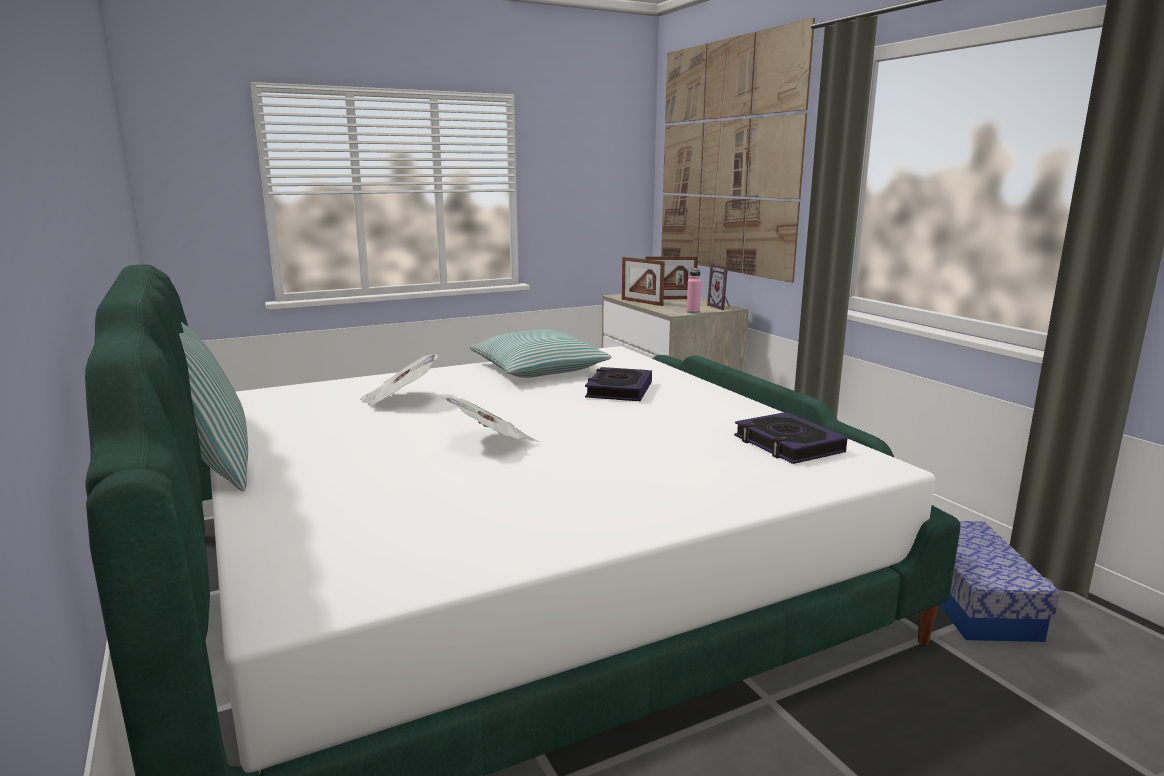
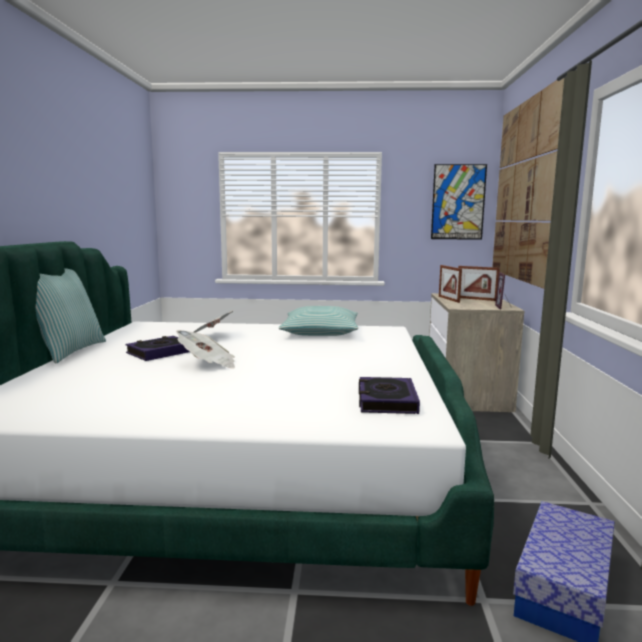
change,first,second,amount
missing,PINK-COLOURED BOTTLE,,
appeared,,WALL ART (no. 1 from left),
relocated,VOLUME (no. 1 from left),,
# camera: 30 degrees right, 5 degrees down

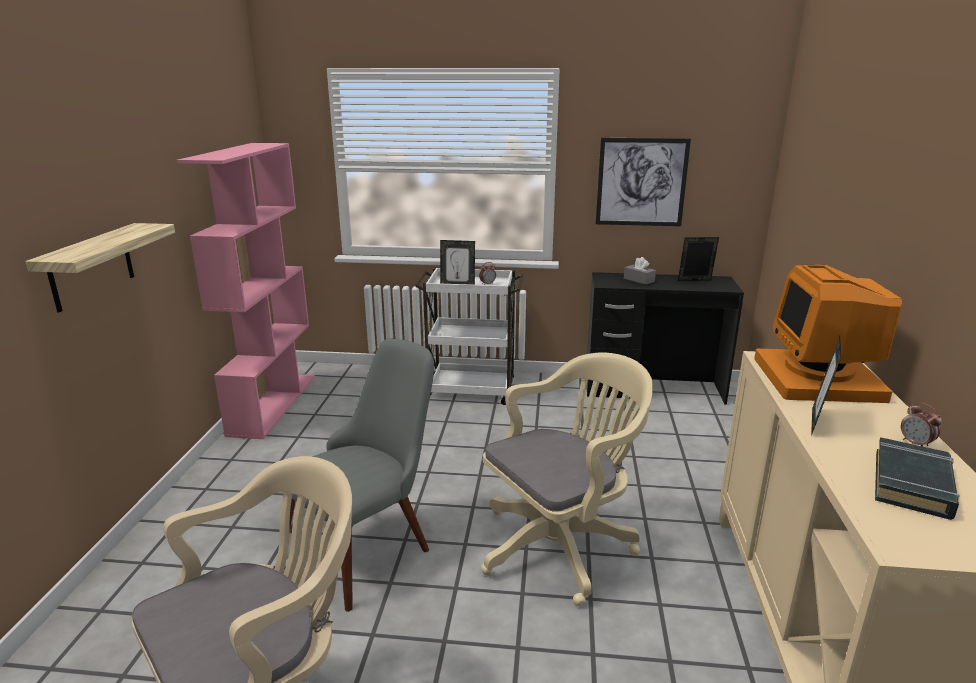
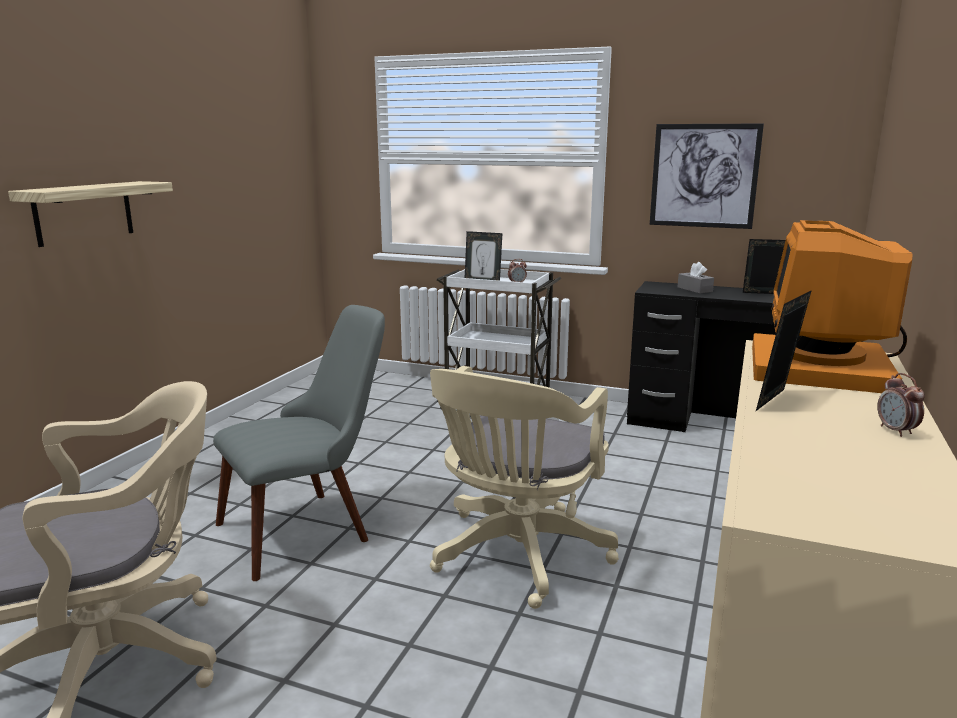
change,first,second,amount
missing,PINK-COLOURED SHELVING UNIT,,
missing,BLACKISH VOLUME,,
spun,SAND-COLOURED OFFICE CHAIR (no. 2 from left),,135 degrees clockwise
# camera: 15 degrees right, 5 degrees down

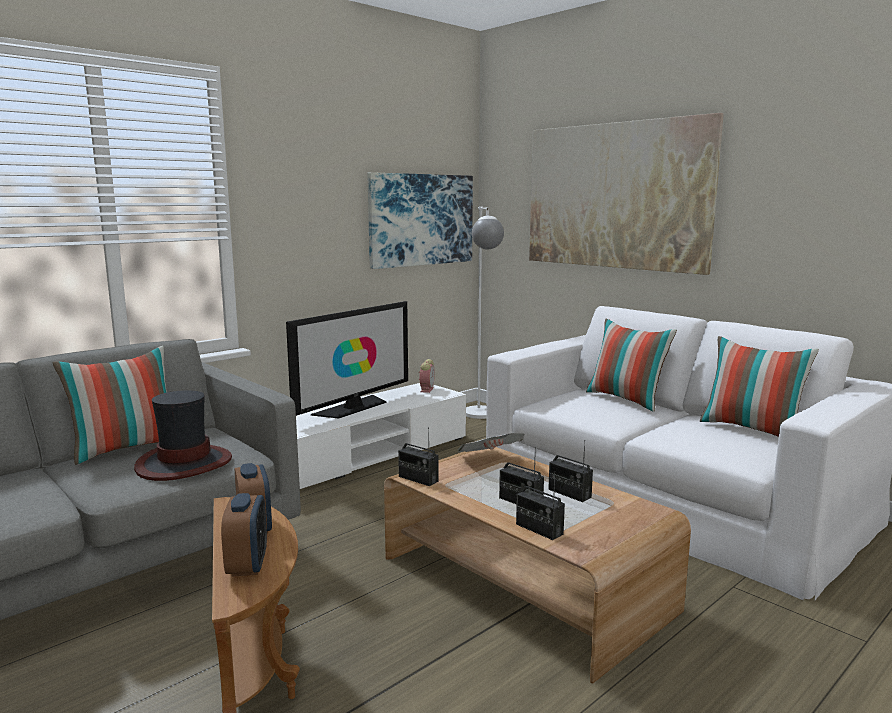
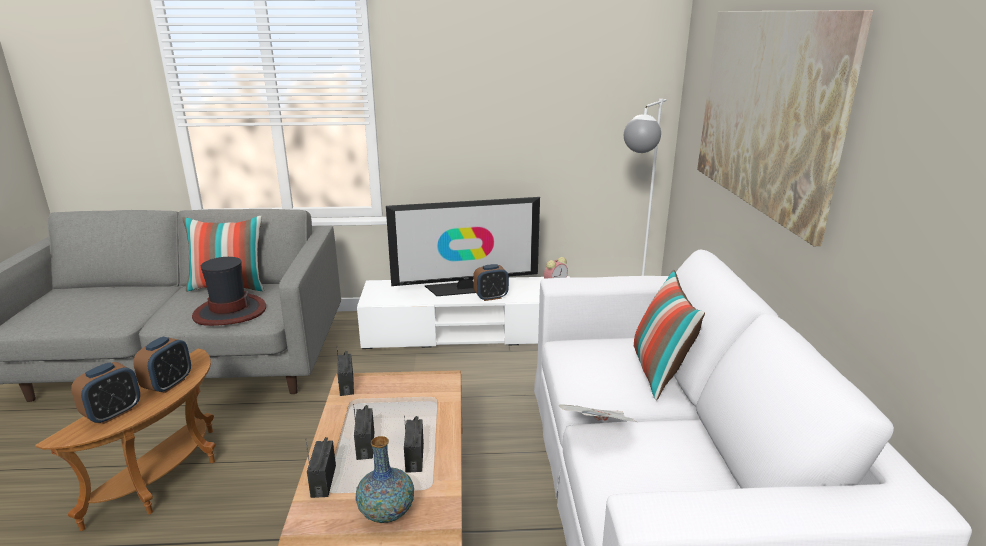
change,first,second,amount
missing,WALL ART (no. 1 from left),,
missing,CUSHION (no. 3 from left),,
appeared,,VASE,
appeared,,ALARM CLOCK (no. 3 from left),
relocated,PRINTED PAPER,,
# camera: 40 degrees right, 10 degrees up

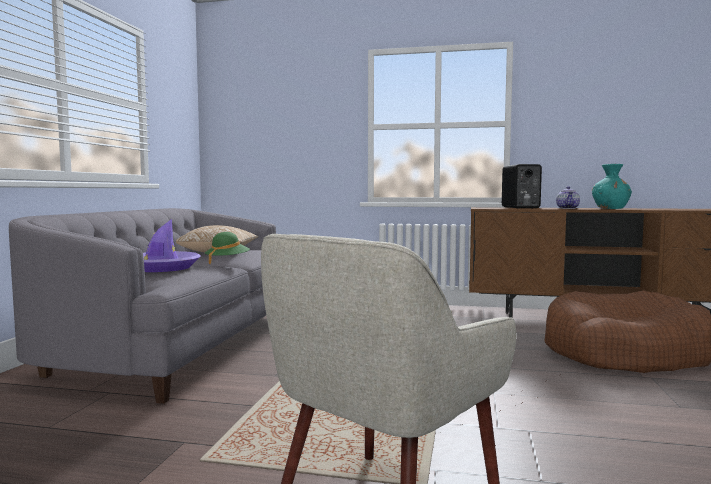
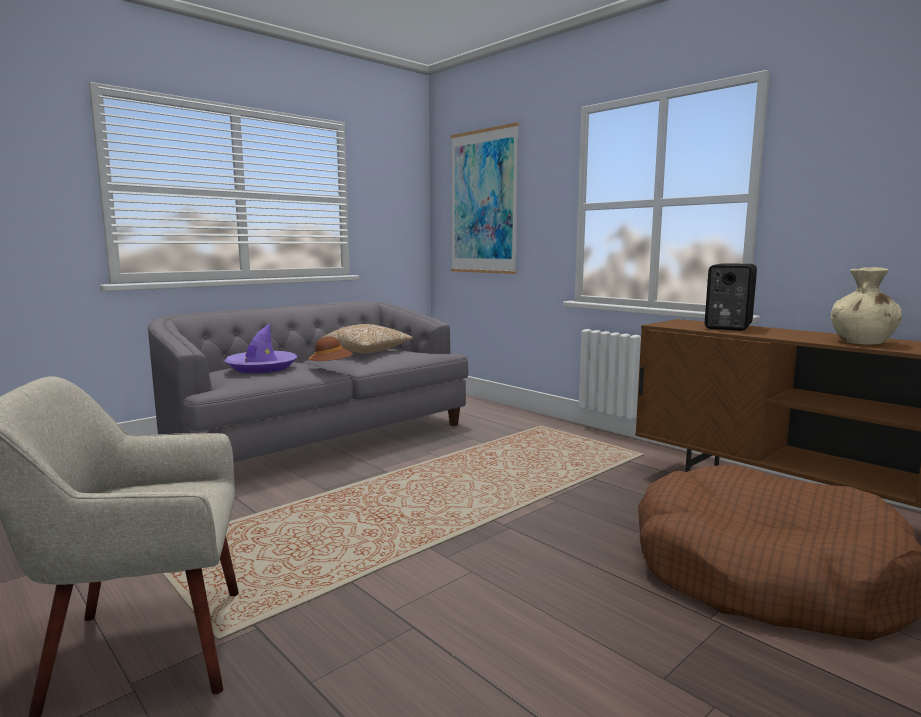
change,first,second,amount
missing,POT FOR TEA,,
appeared,,WALL ART,
colour,GREEN-COLOURED HAT,BROWNISH HAT,
colour,TURQUOISE VASE,SAND-COLOURED VASE,
# camera: 35 degrees right, 5 degrees up

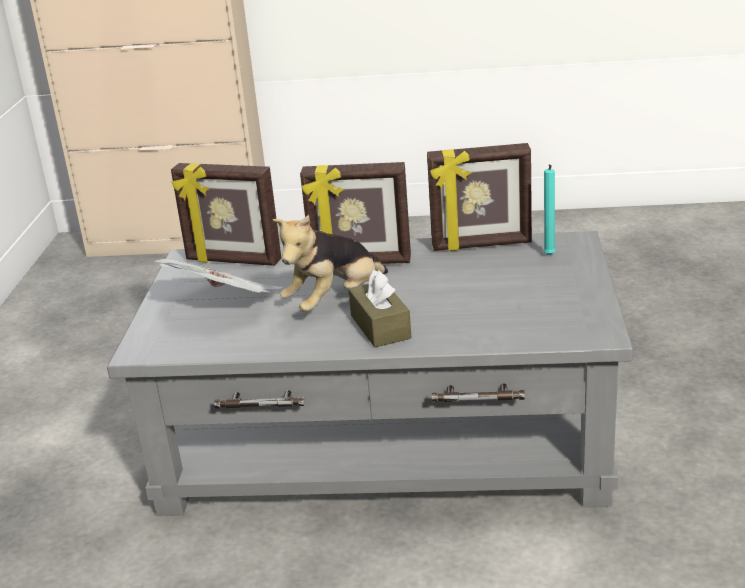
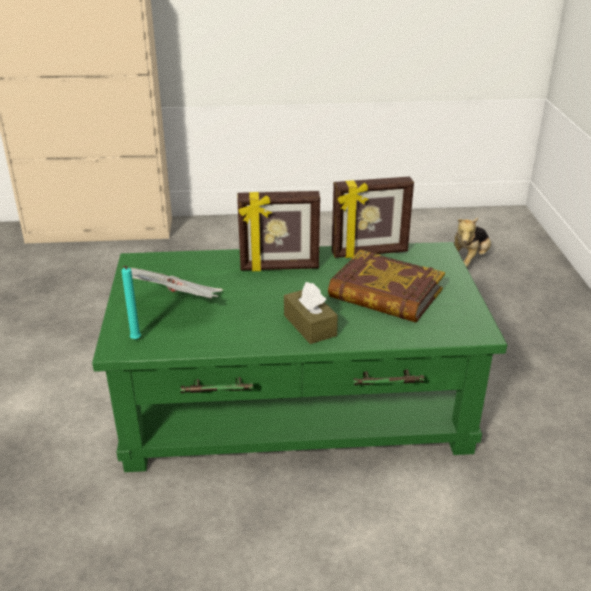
change,first,second,amount
missing,PICTURE FRAME (no. 1 from left),,
appeared,,VOLUME,
relocated,PLUSH TOY,,
relocated,TURQUOISE WAX CANDLE,,
colour,GRAY LOW TABLE,GREEN-COLOURED LOW TABLE,
# camera: 10 degrees left, 5 degrees up

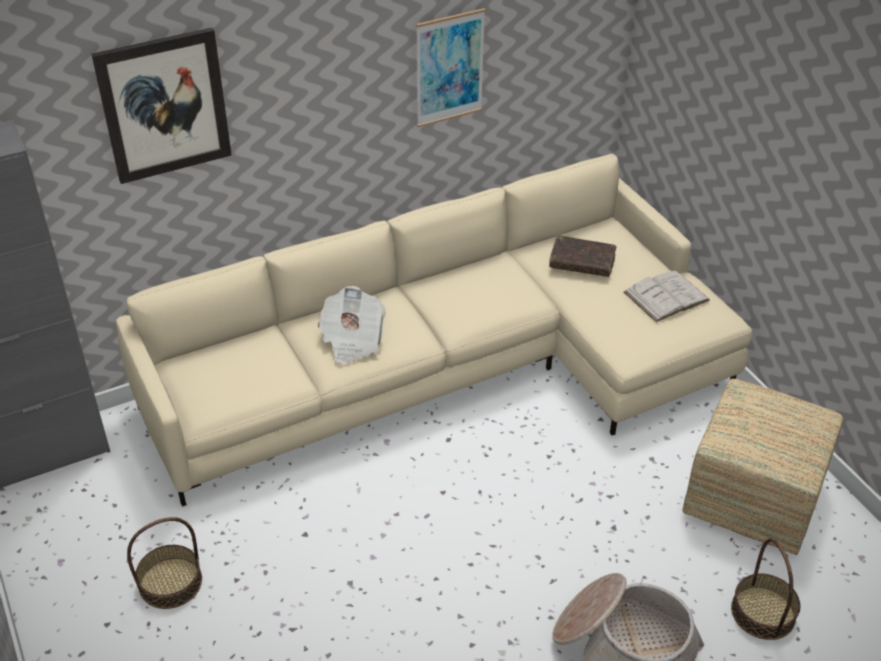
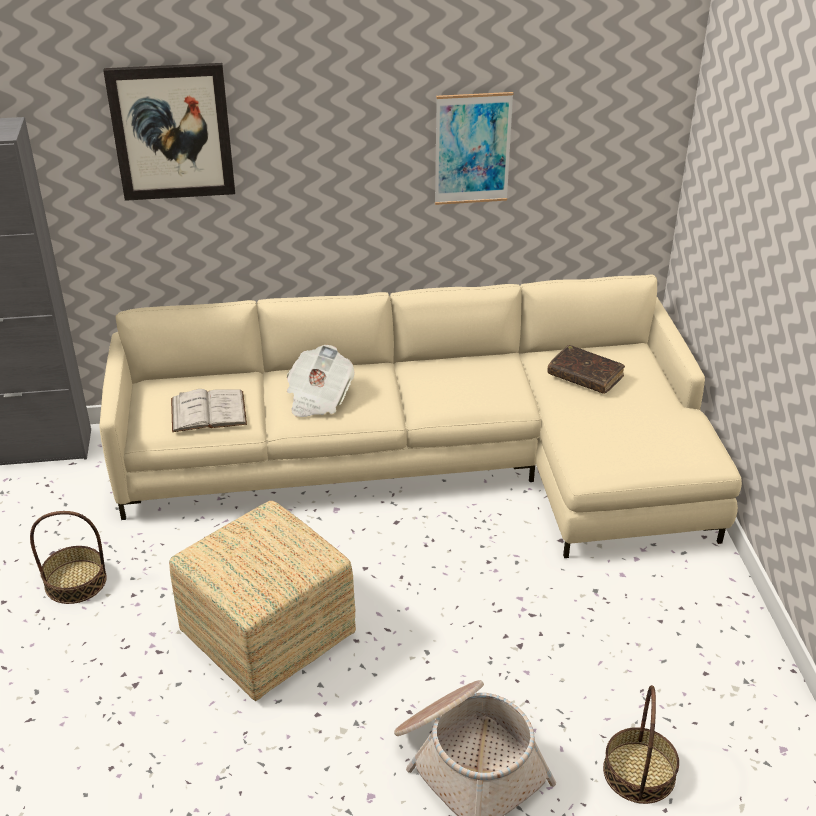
change,first,second,amount
relocated,WHITISH VOLUME,,
relocated,OTTOMAN,,
# camera: 20 degrees right, 5 degrees down

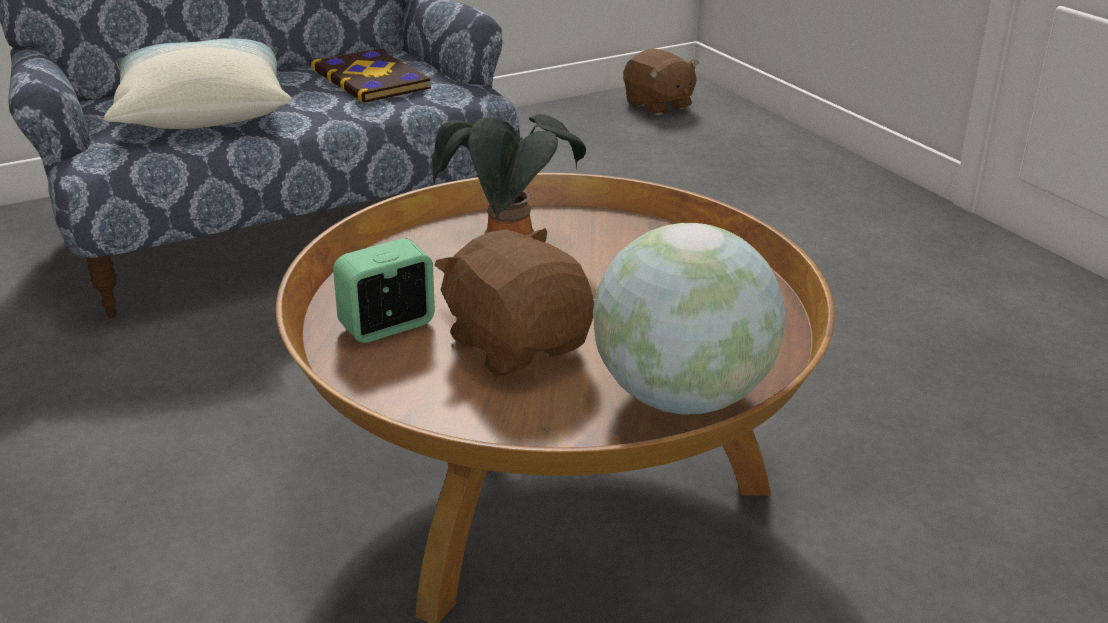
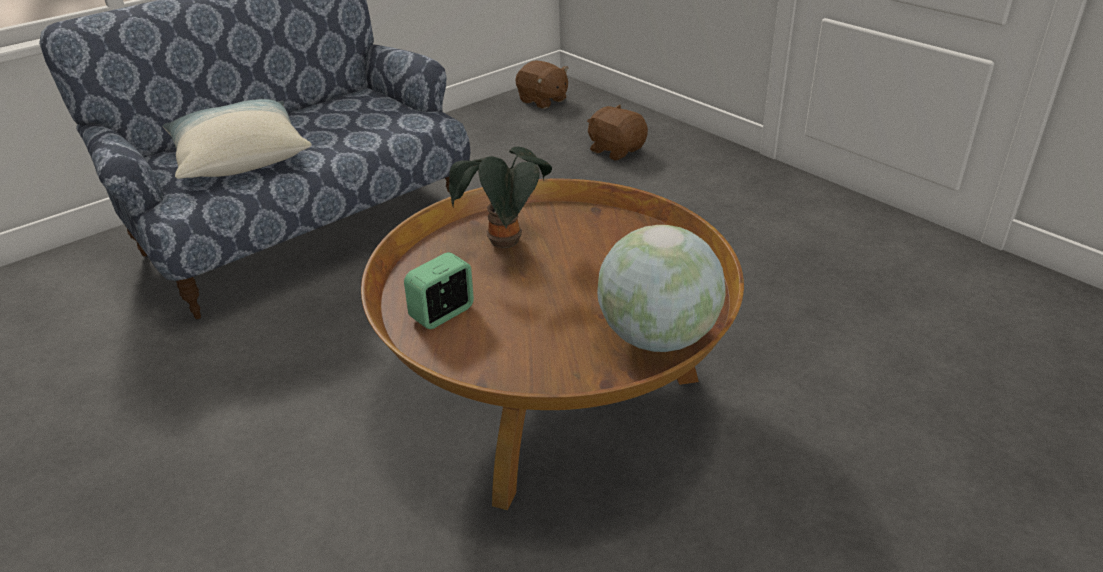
change,first,second,amount
missing,VOLUME,,
relocated,BROWNISH PLUSH TOY (no. 1 from left in the first image),BROWNISH PLUSH TOY (no. 2 from left),
# camera: 10 degrees left, 5 degrees up

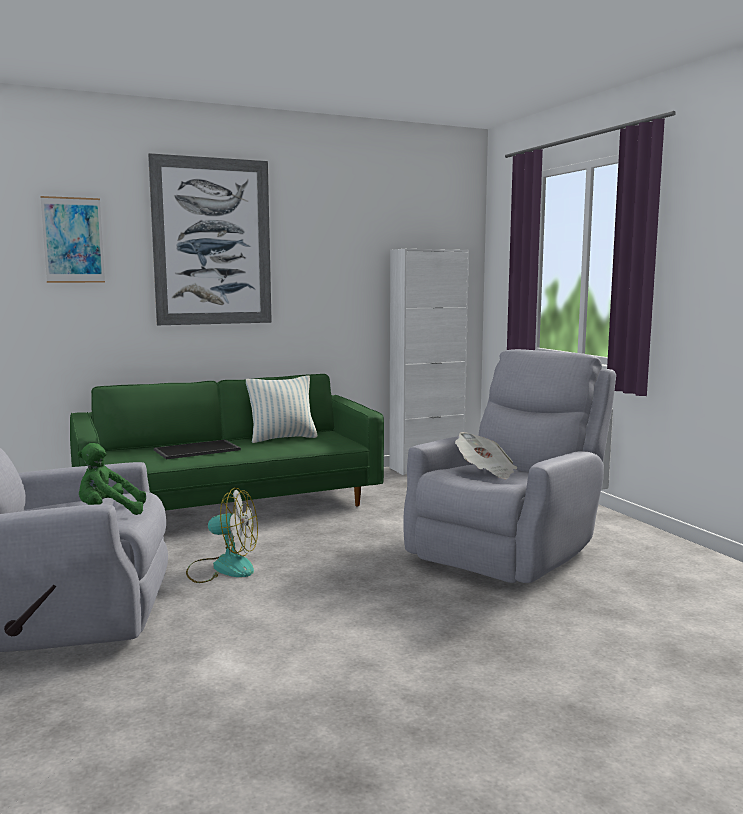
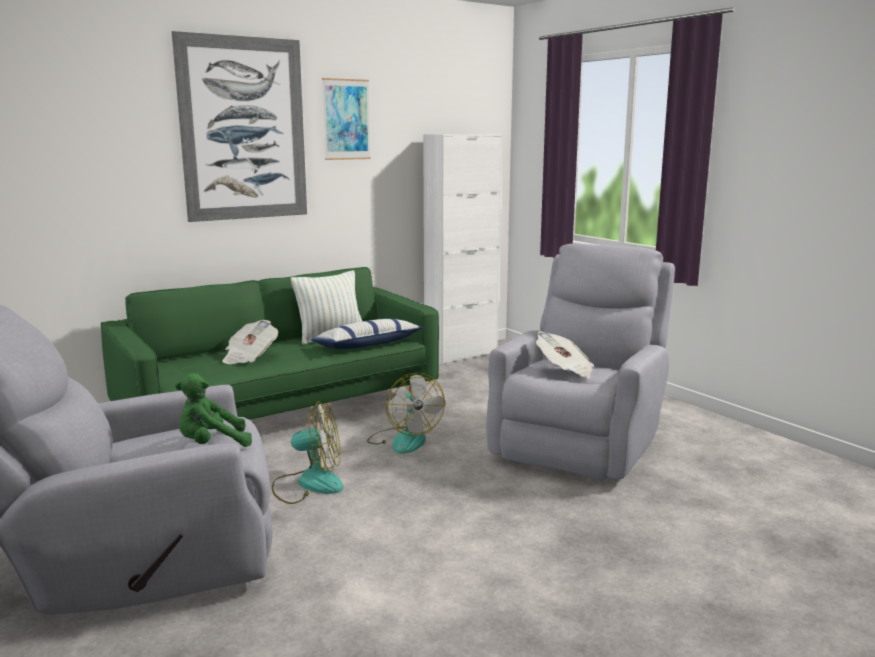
change,first,second,amount
appeared,,CUSHION (no. 2 from left),
appeared,,COOLING FAN (no. 2 from left),
relocated,WALL ART (no. 1 from left in the first image),WALL ART (no. 2 from left),
exchanged,SERVING TRAY,PRINTED PAPER (no. 1 from left),
# camera: 10 degrees left, 5 degrees up

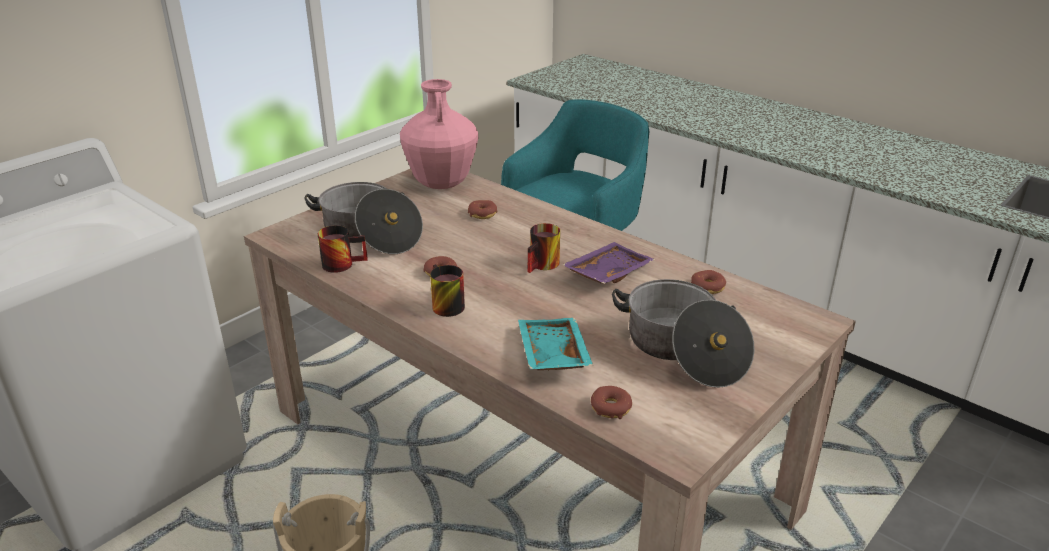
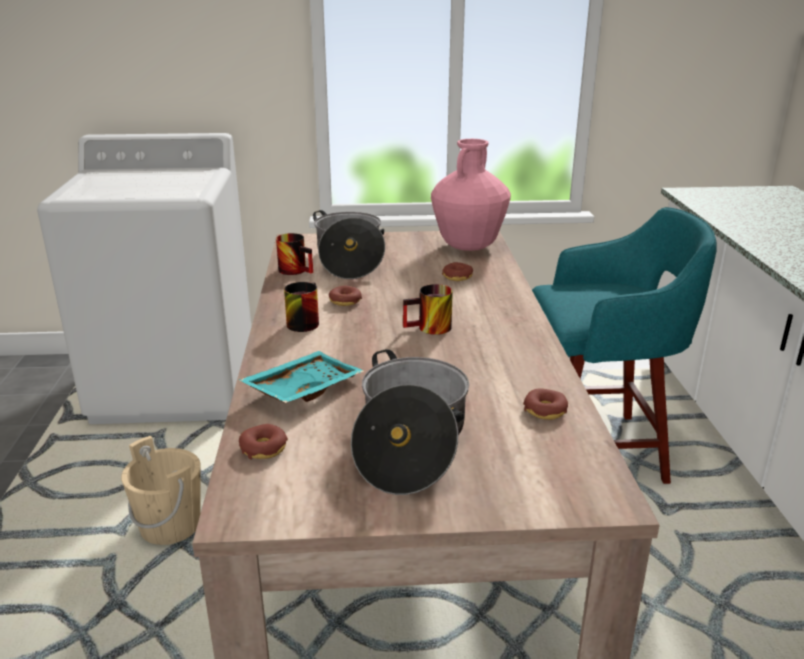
change,first,second,amount
missing,PURPLE SERVING TRAY,,
# camera: 45 degrees right, 5 degrees down

